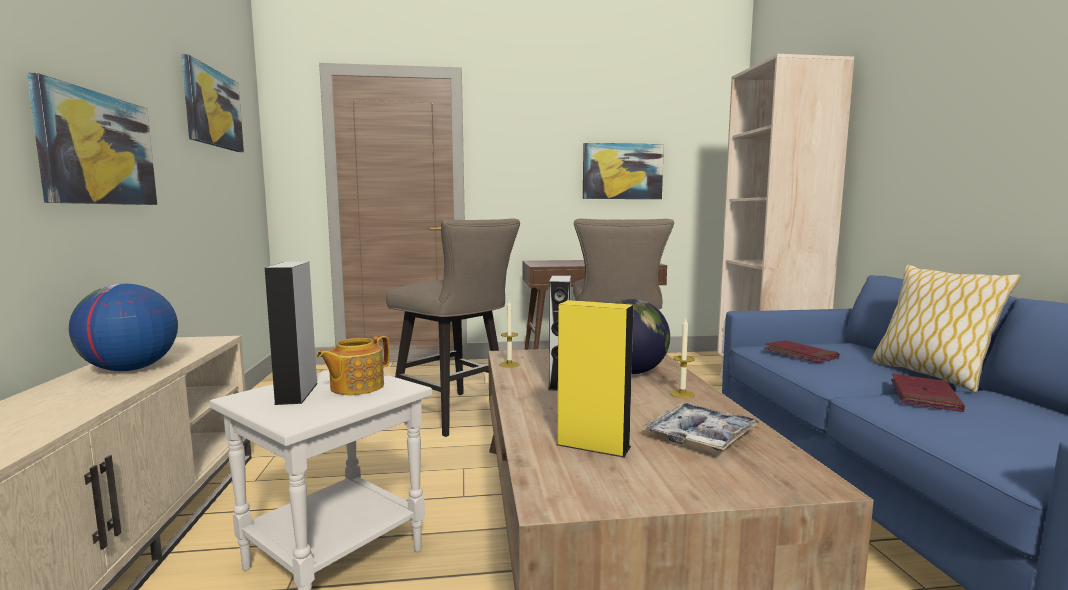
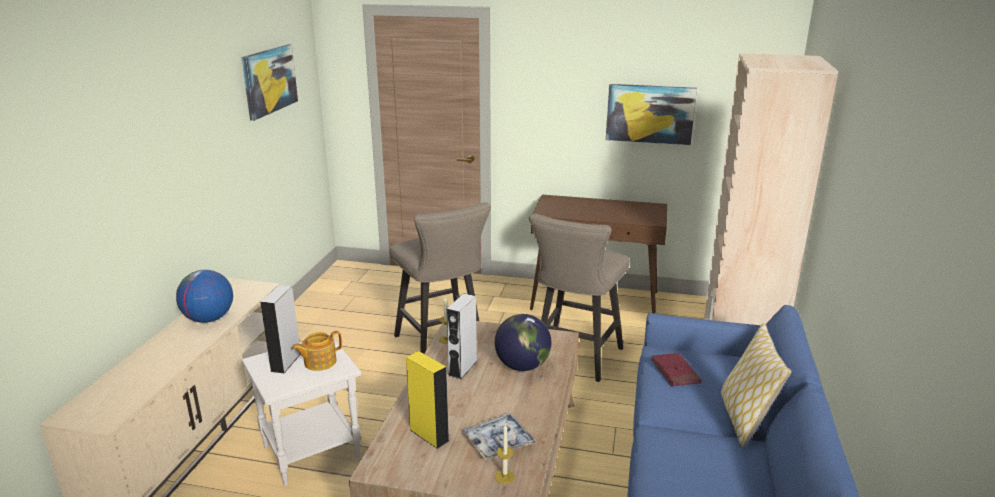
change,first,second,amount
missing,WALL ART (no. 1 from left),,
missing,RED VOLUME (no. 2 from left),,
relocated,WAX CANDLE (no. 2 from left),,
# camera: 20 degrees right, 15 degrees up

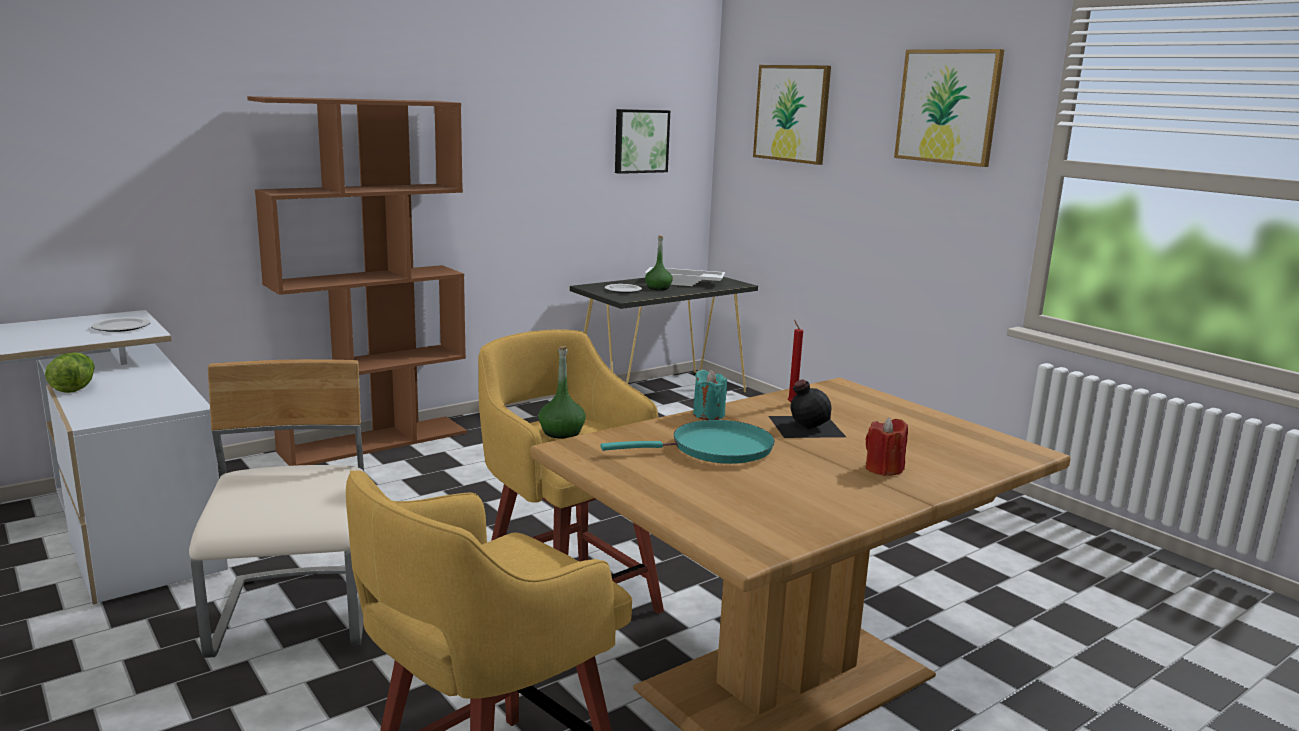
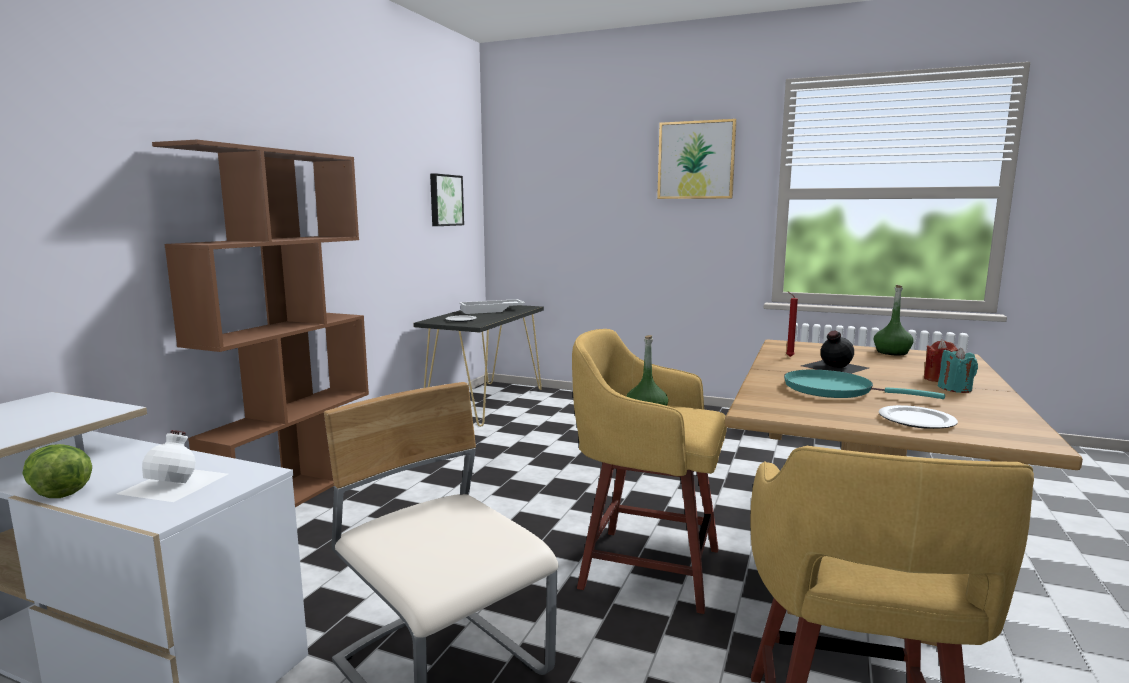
change,first,second,amount
missing,WALL ART (no. 2 from left),,
appeared,,WHITISH BOTTLE,
relocated,FLAT DISH (no. 1 from left in the first image),FLAT DISH (no. 2 from left),
relocated,GREEN-COLOURED BOTTLE (no. 2 from left),,
relocated,TURQUOISE WAX CANDLE,,
spun,TURQUOISE FRYING PAN,,105 degrees counterclockwise
# camera: 30 degrees left, 5 degrees down

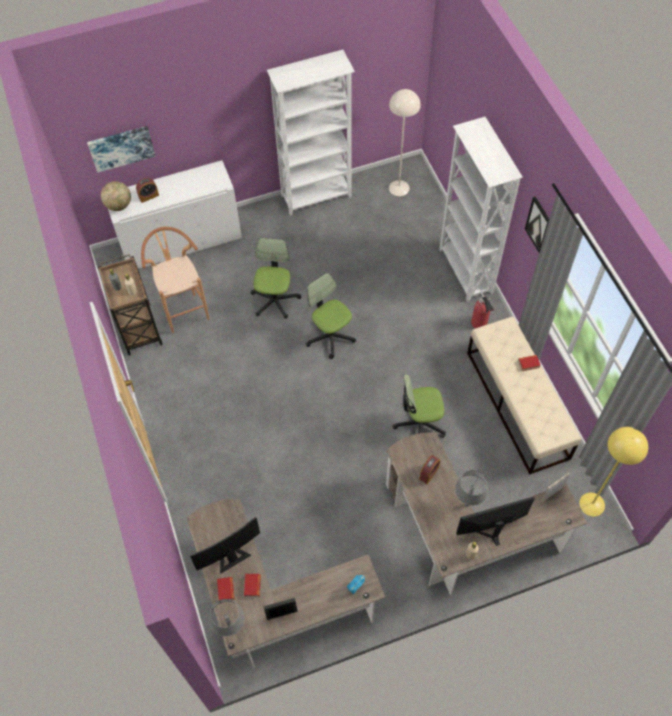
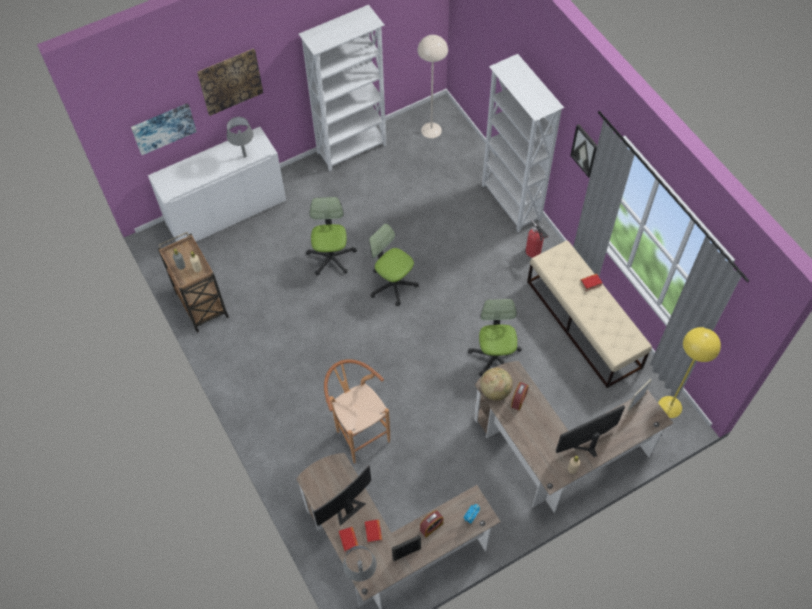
change,first,second,amount
appeared,,WALL ART (no. 2 from left),
relocated,GLOBE,,
relocated,ALARM CLOCK (no. 1 from left),,
relocated,BROWNISH STOOL SEAT,,
relocated,GRAY LAMP FOR A TABLE (no. 2 from left in the first image),GRAY LAMP FOR A TABLE (no. 1 from left),
spun,OFFICE CHAIR (no. 3 from left),,105 degrees clockwise
# camera: 10 degrees left, 0 degrees up

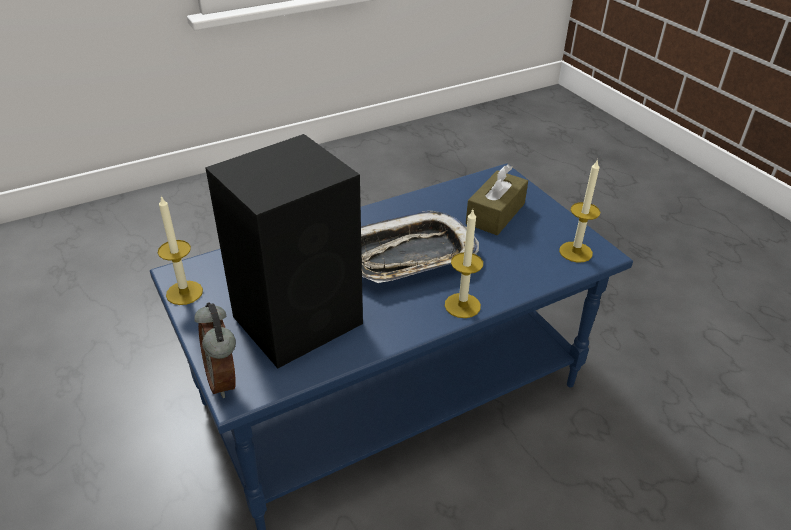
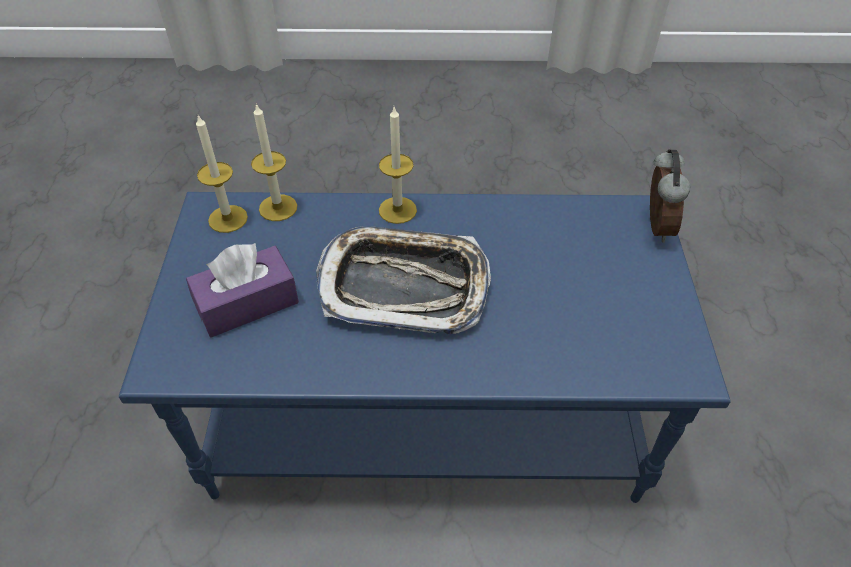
change,first,second,amount
missing,BLACKISH LOUDSPEAKER,,
relocated,WAX CANDLE (no. 1 from left in the first image),WAX CANDLE (no. 2 from left),
colour,BROWNISH BOX OF TISSUES,PURPLE BOX OF TISSUES,
# camera: 150 degrees left, 10 degrees up

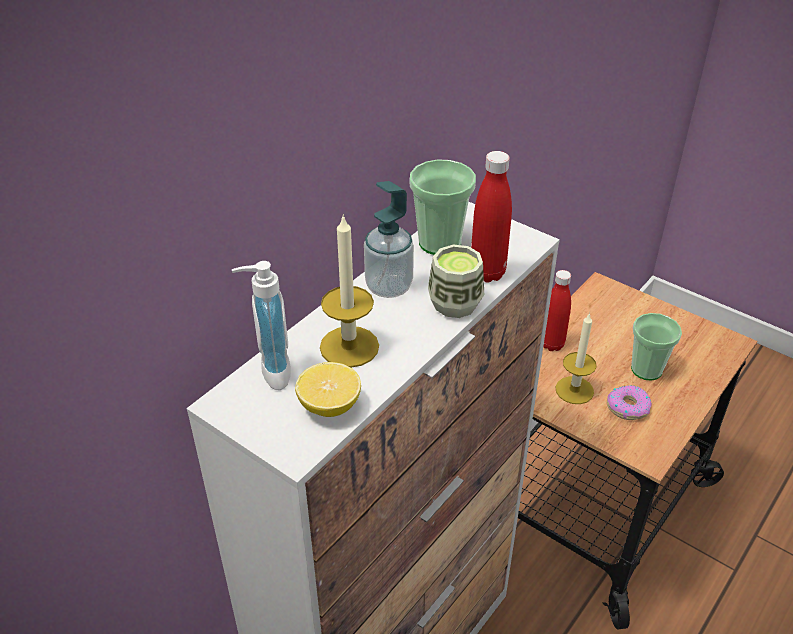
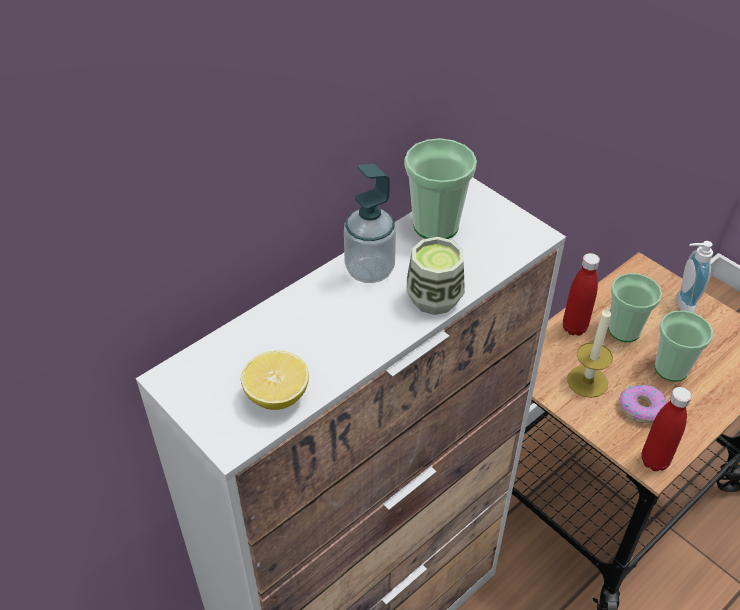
change,first,second,amount
missing,WAX CANDLE (no. 1 from left),,
appeared,,CUP (no. 3 from left),
relocated,SOAP BOTTLE (no. 1 from left in the first image),SOAP BOTTLE (no. 2 from left),
relocated,RED BOTTLE (no. 1 from left in the first image),RED BOTTLE (no. 2 from left),
# camera: 10 degrees right, 5 degrees up

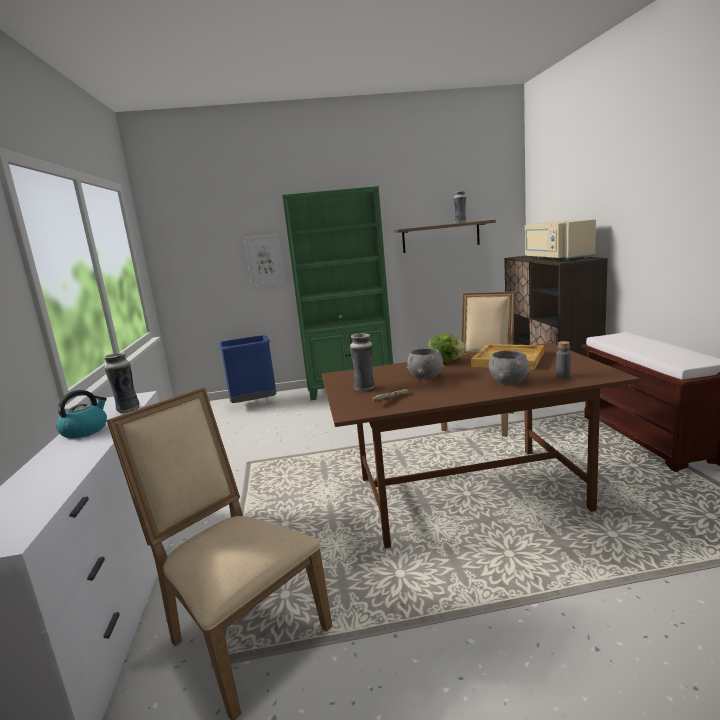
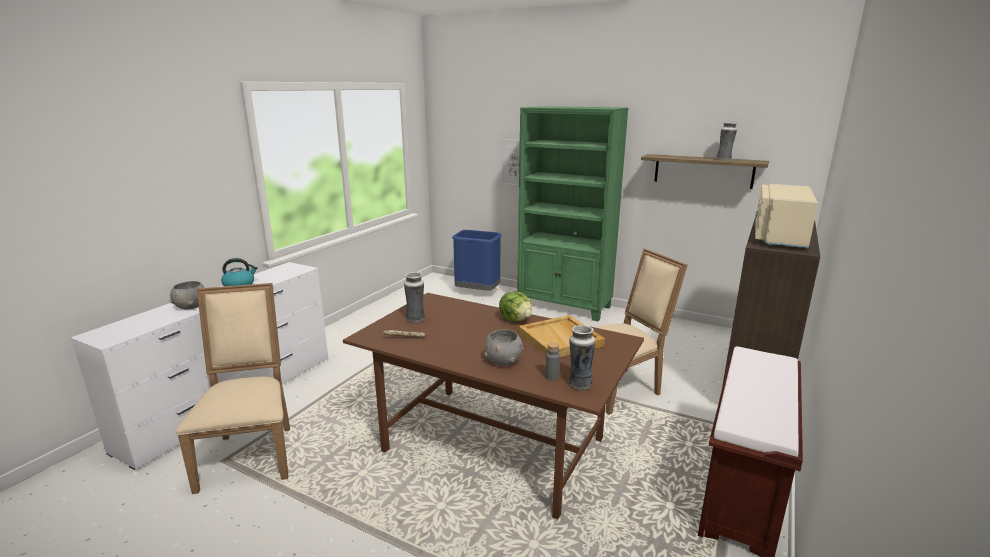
change,first,second,amount
relocated,VASE (no. 1 from left in the first image),VASE (no. 2 from left),
relocated,GRAY DEEP DISH (no. 1 from left),,
# camera: 35 degrees right, 5 degrees up

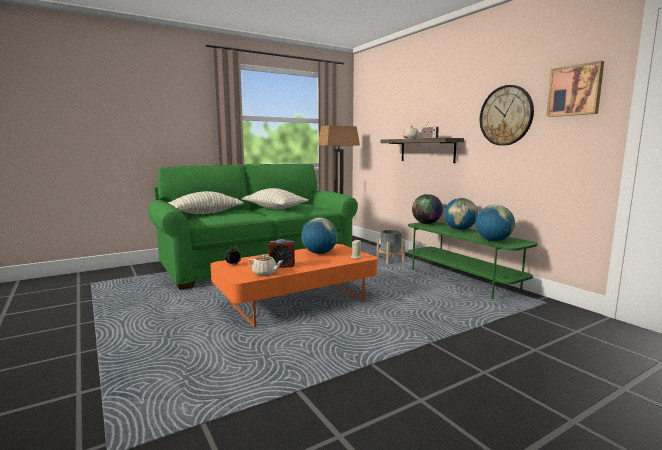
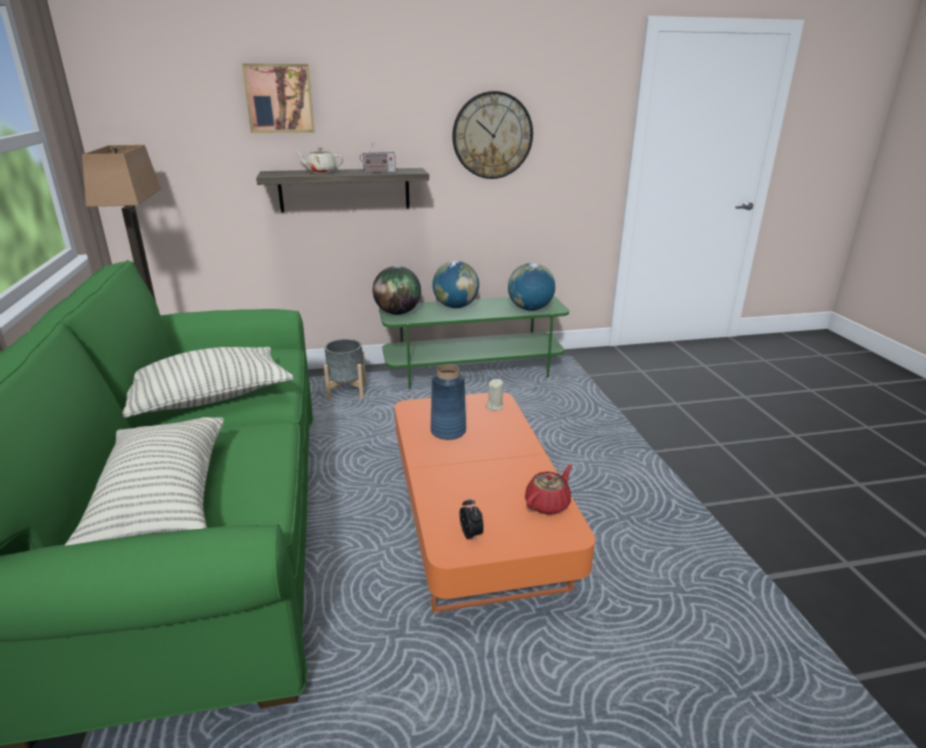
change,first,second,amount
missing,ALARM CLOCK (no. 2 from left),,
relocated,WALL ART,,
exchanged,GLOBE (no. 1 from left),BLUE VASE,
colour,SAND-COLOURED POT FOR TEA (no. 1 from left),RED POT FOR TEA,
# camera: 70 degrees left, 15 degrees up

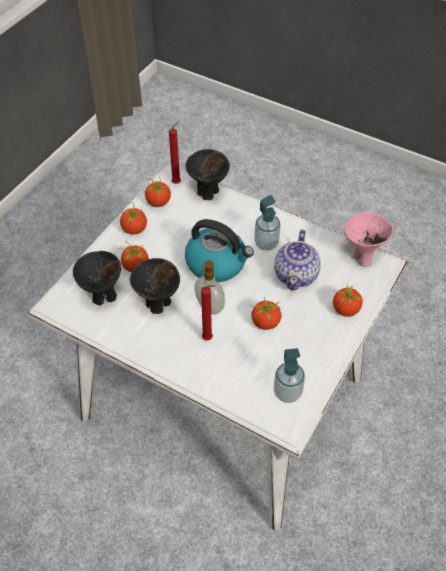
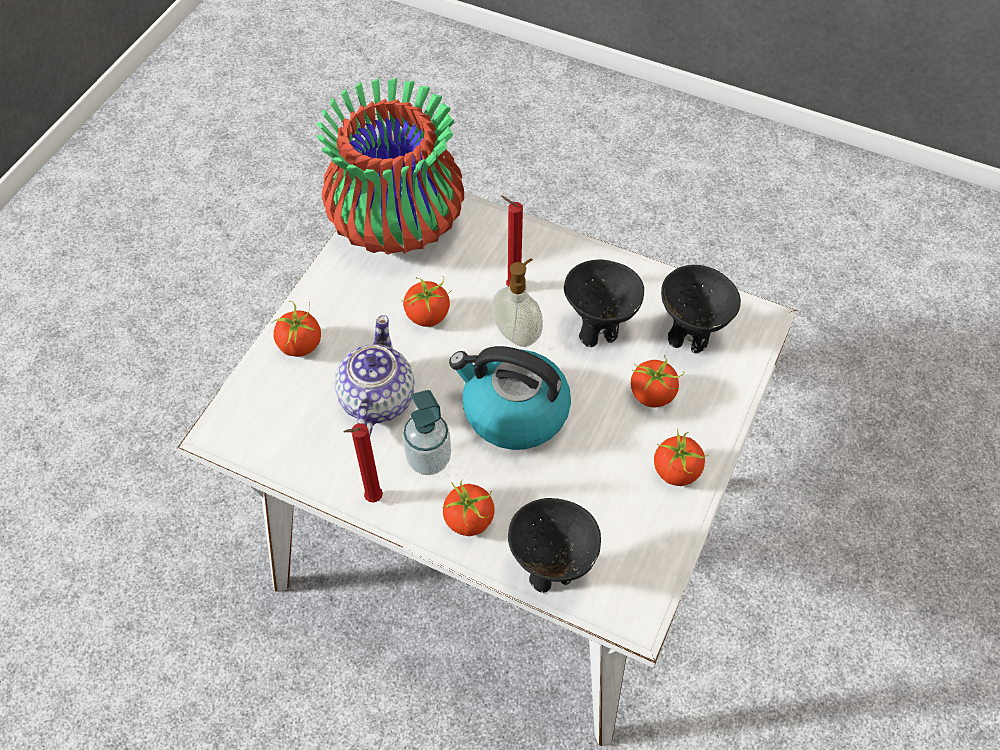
change,first,second,amount
missing,PINK-COLOURED DEEP DISH,,
relocated,FRESH TOMATO (no. 3 from left),,
relocated,RED WAX CANDLE (no. 1 from left),,
exchanged,SOAP BOTTLE (no. 3 from left),VASE,
# camera: 175 degrees right, 5 degrees up

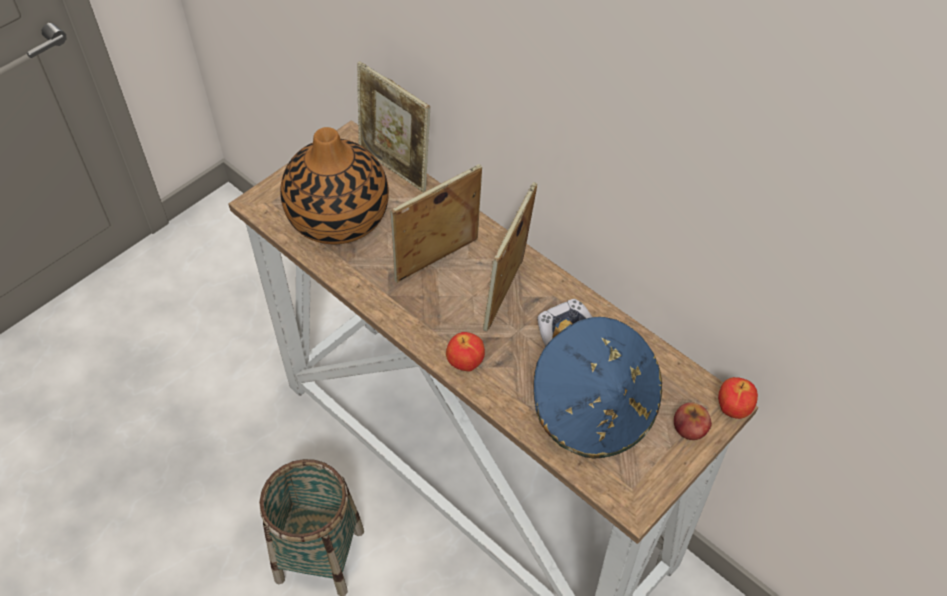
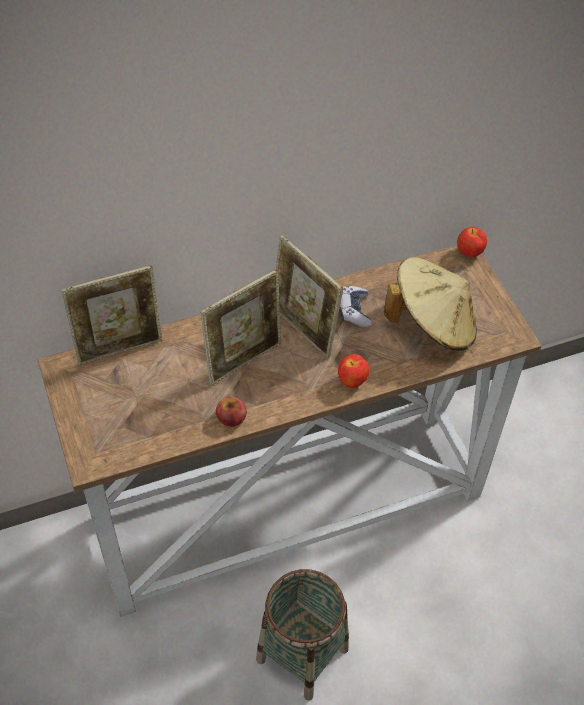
change,first,second,amount
missing,VASE,,
relocated,APPLE (no. 2 from left in the first image),APPLE (no. 1 from left),
colour,BLUE HAT,SAND-COLOURED HAT,
spun,PICTURE FRAME (no. 2 from left),,120 degrees counterclockwise
# camera: 65 degrees left, 0 degrees up

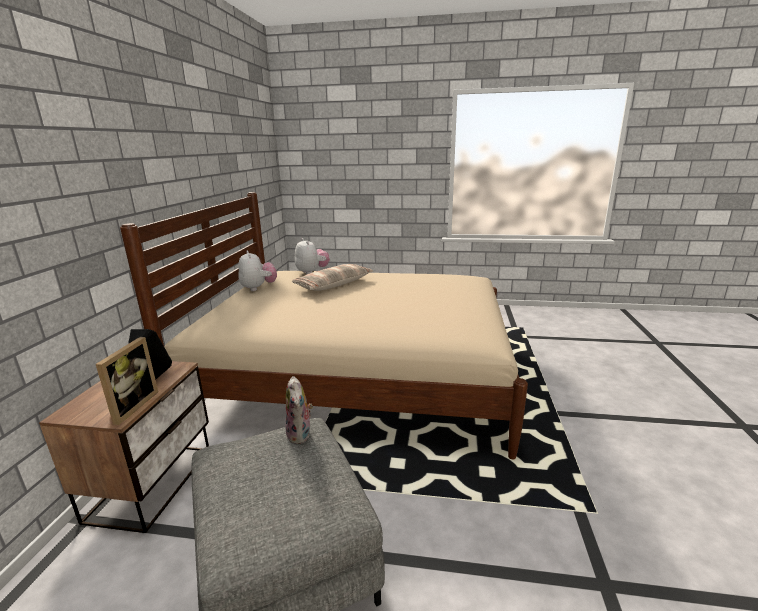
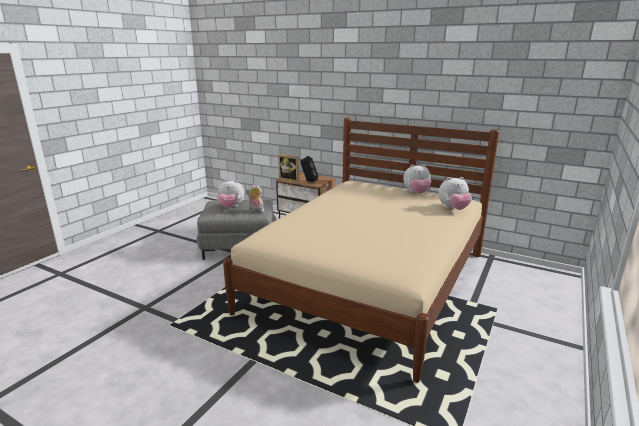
change,first,second,amount
missing,CUSHION,,
appeared,,PLUSH TOY (no. 1 from left),
# camera: 110 degrees right, 0 degrees up

